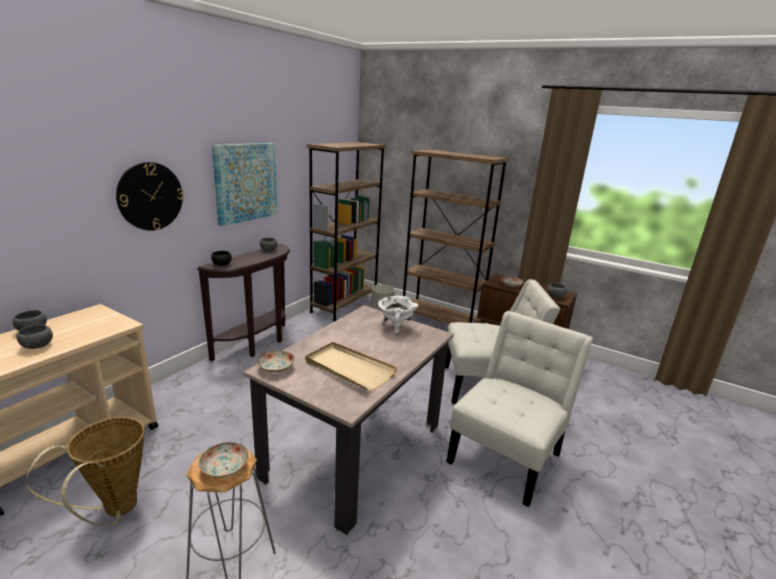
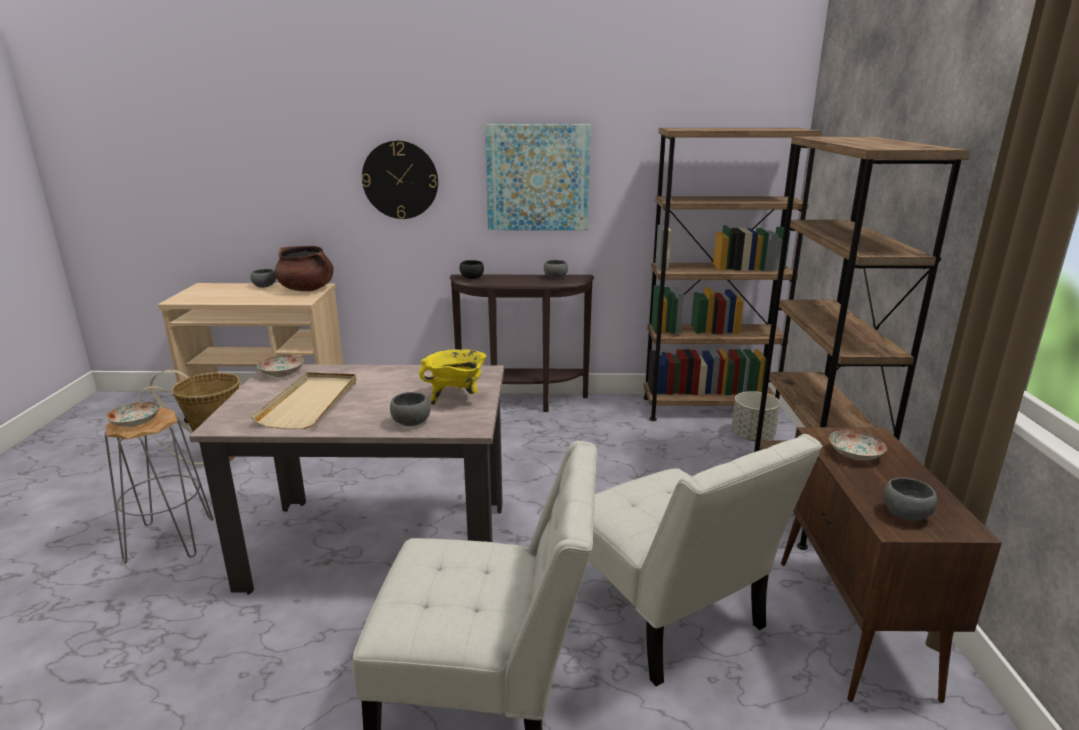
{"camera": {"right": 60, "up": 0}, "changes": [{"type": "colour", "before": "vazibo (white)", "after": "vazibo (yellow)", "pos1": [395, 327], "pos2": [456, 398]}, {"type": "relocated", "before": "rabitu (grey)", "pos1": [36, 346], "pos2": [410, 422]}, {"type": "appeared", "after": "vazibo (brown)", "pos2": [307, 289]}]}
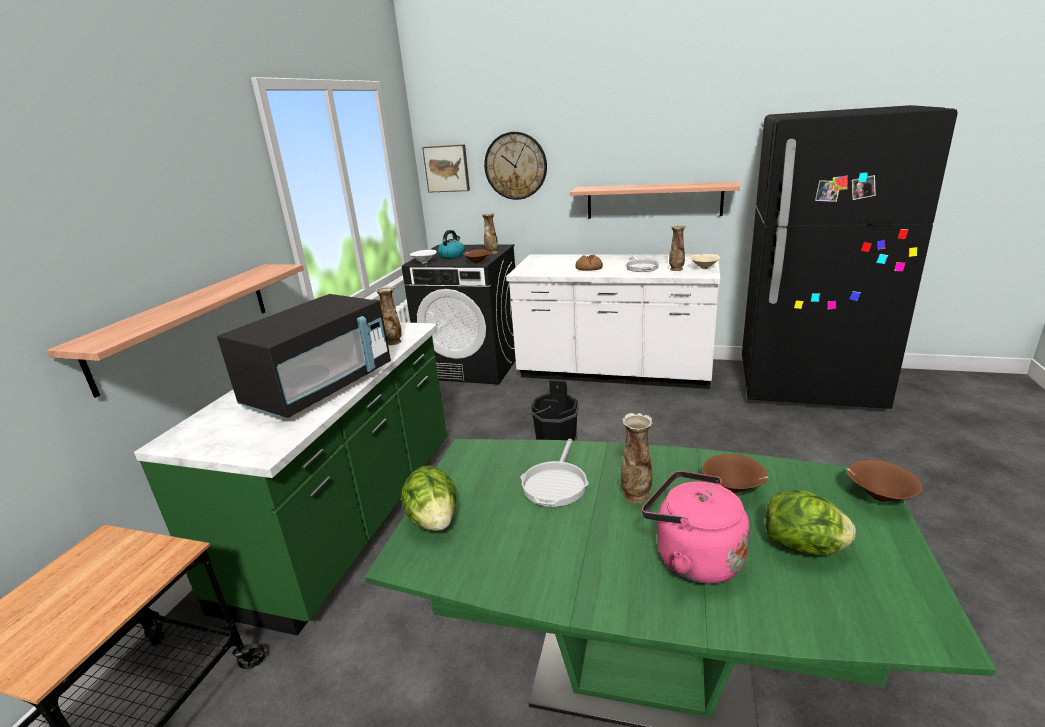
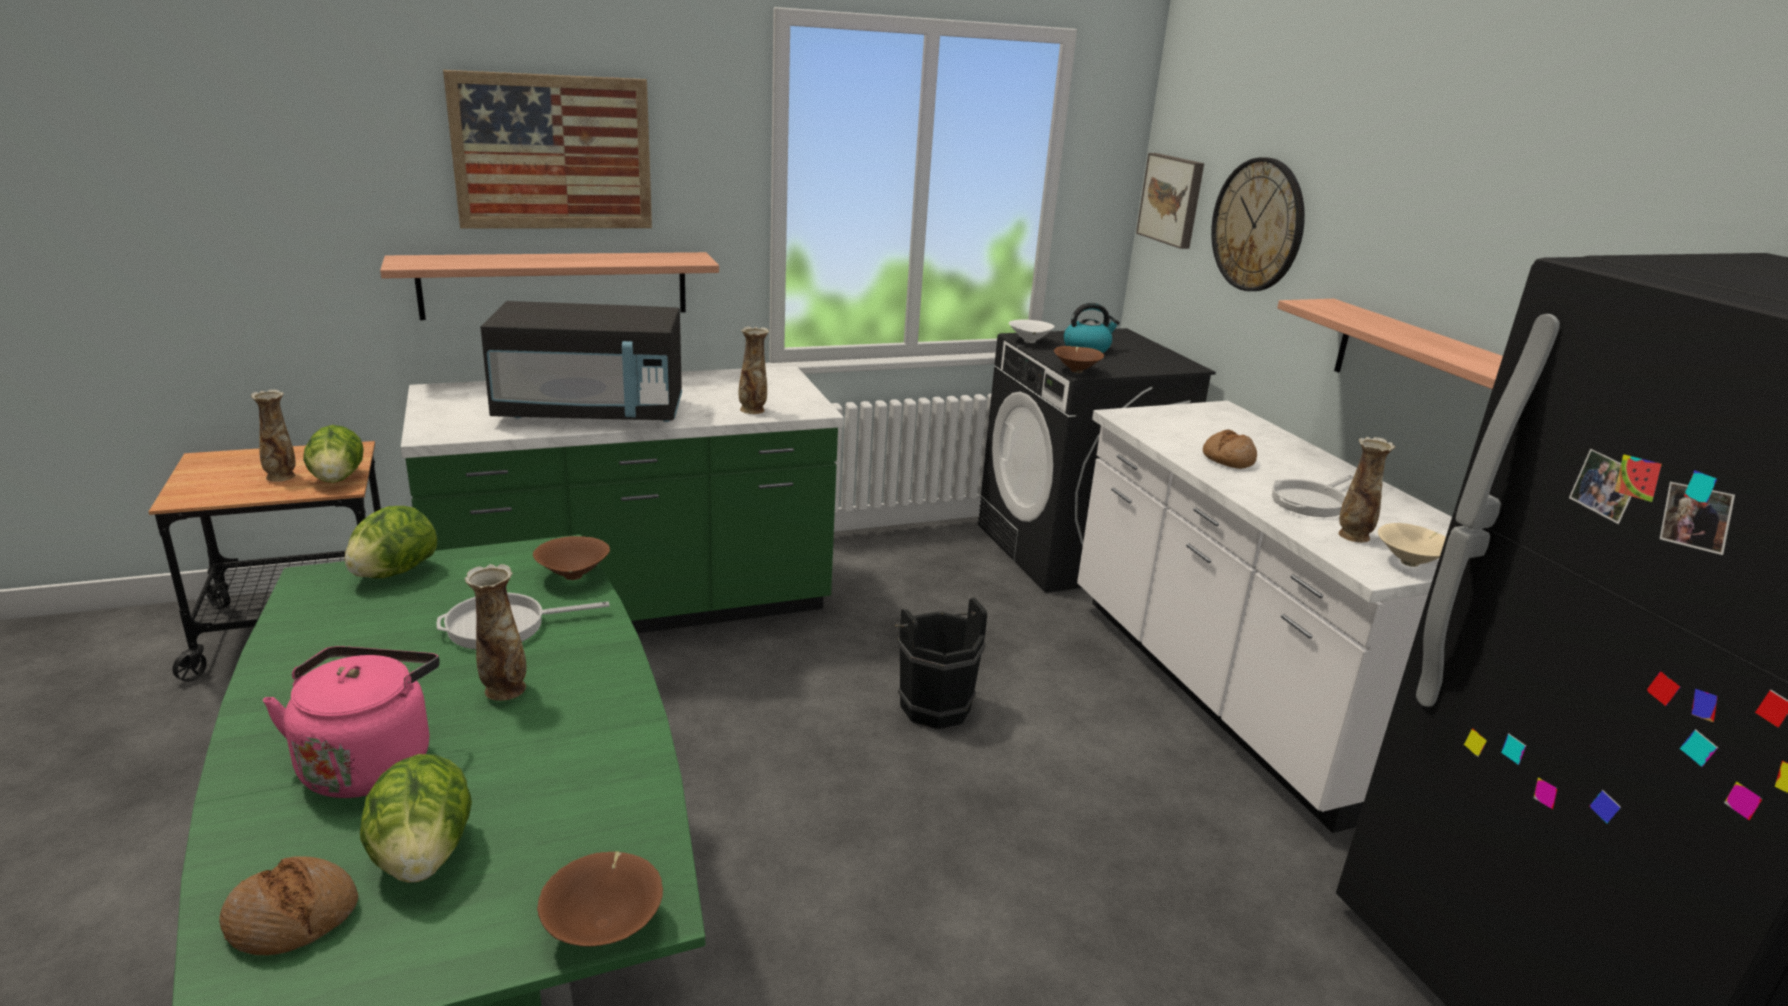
{"camera": {"right": 50, "up": 0}, "changes": [{"type": "relocated", "before": "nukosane", "pos1": [491, 252], "pos2": [281, 476]}, {"type": "relocated", "before": "rabitu (brown)", "pos1": [733, 489], "pos2": [573, 577]}, {"type": "appeared", "after": "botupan", "pos2": [553, 153]}, {"type": "appeared", "after": "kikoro", "pos2": [338, 479]}, {"type": "appeared", "after": "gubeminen", "pos2": [292, 918]}]}
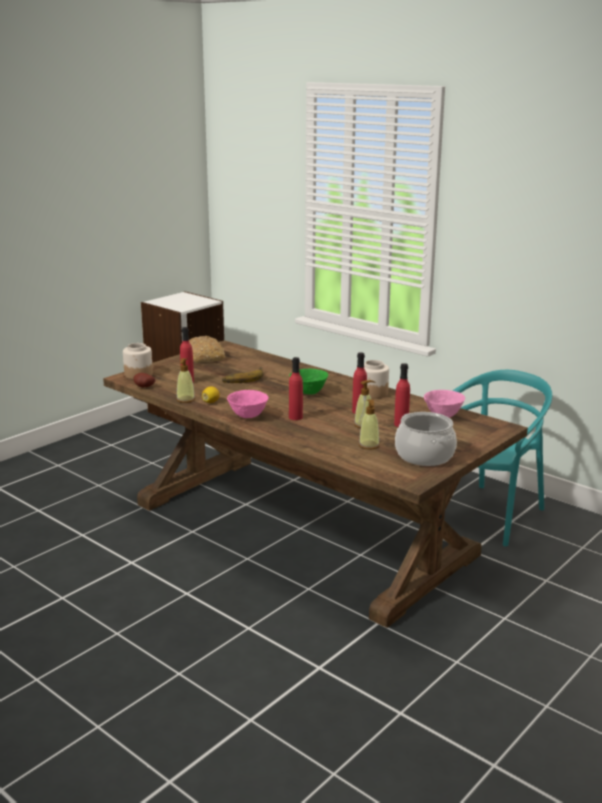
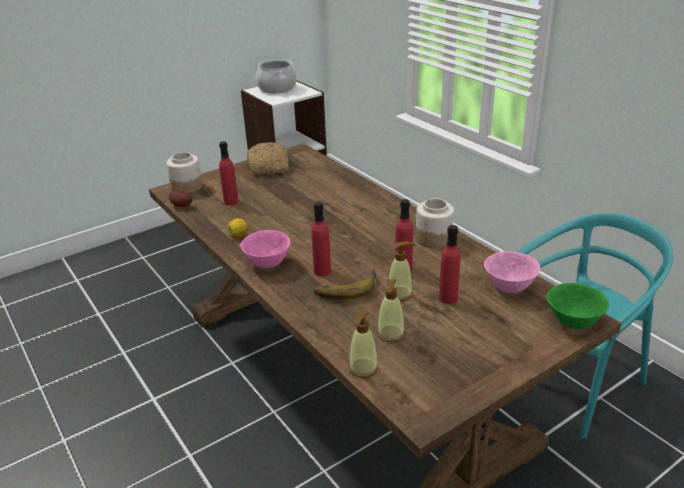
{"camera": {"right": 15, "up": 10}, "changes": [{"type": "relocated", "before": "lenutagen", "pos1": [185, 399], "pos2": [363, 368]}, {"type": "relocated", "before": "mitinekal", "pos1": [243, 378], "pos2": [345, 287]}, {"type": "relocated", "before": "rabitu (green)", "pos1": [308, 392], "pos2": [572, 322]}, {"type": "relocated", "before": "vazibo", "pos1": [424, 456], "pos2": [276, 88]}]}
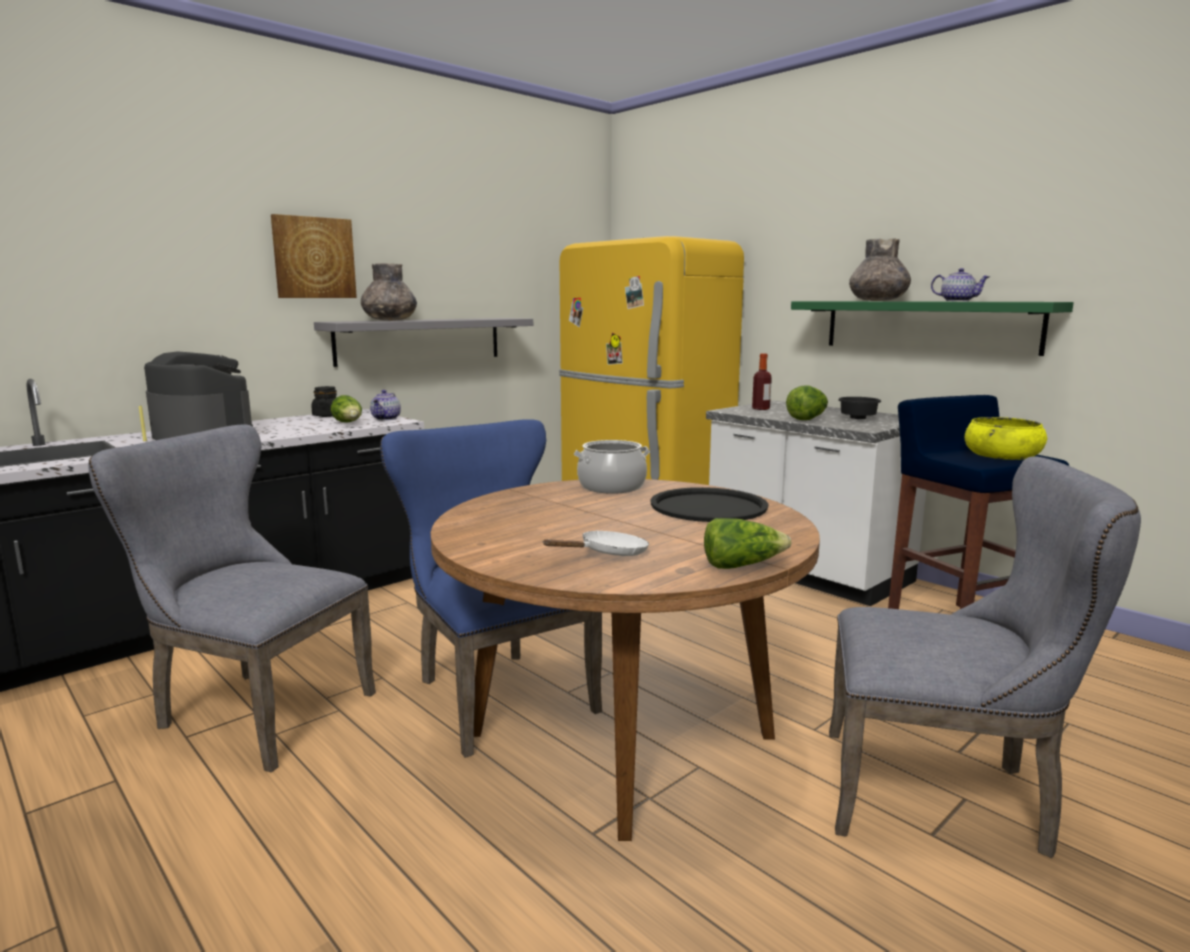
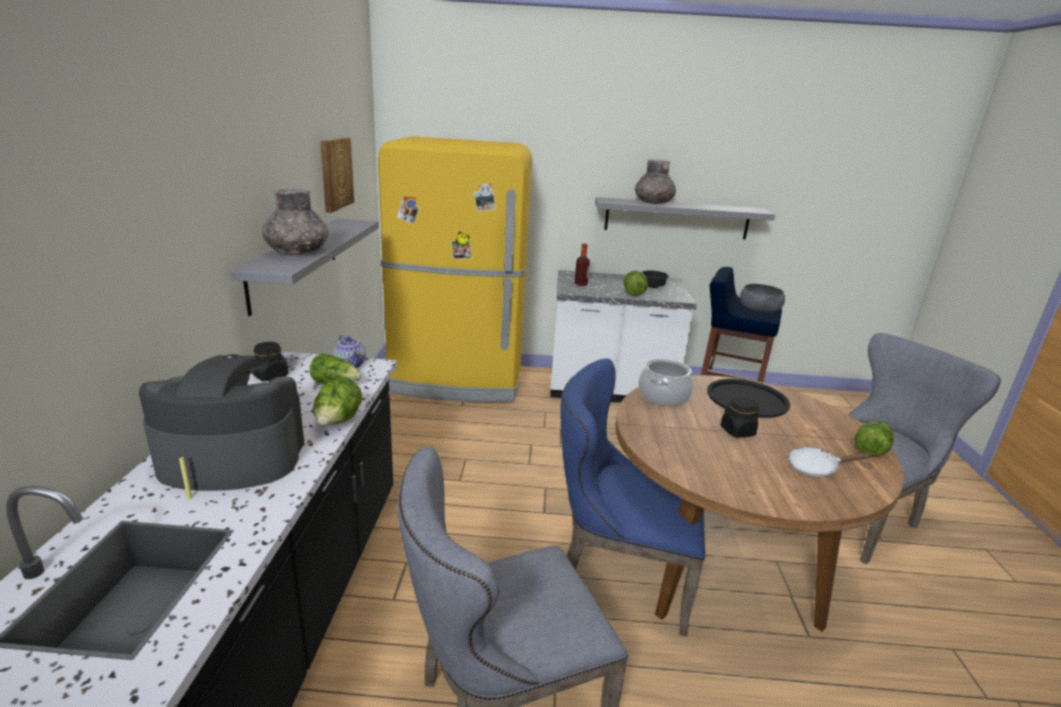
{"camera": {"right": -45, "up": 10}, "changes": [{"type": "relocated", "before": "botupan", "pos1": [313, 258], "pos2": [335, 173]}, {"type": "missing", "before": "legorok", "pos1": [958, 301]}, {"type": "colour", "before": "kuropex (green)", "after": "kuropex (grey)", "pos1": [928, 326], "pos2": [676, 218]}, {"type": "colour", "before": "rabitu (yellow)", "after": "rabitu (grey)", "pos1": [1002, 456], "pos2": [759, 308]}, {"type": "spun", "before": "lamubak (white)", "pos1": [608, 554], "pos2": [816, 468], "turn": -105}, {"type": "appeared", "after": "kikoro", "pos2": [338, 422]}, {"type": "appeared", "after": "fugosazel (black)", "pos2": [737, 431]}]}
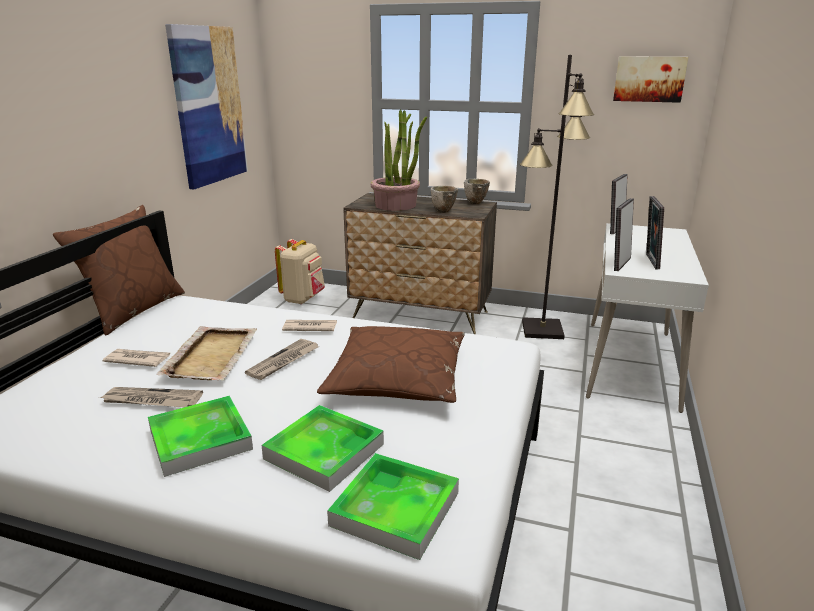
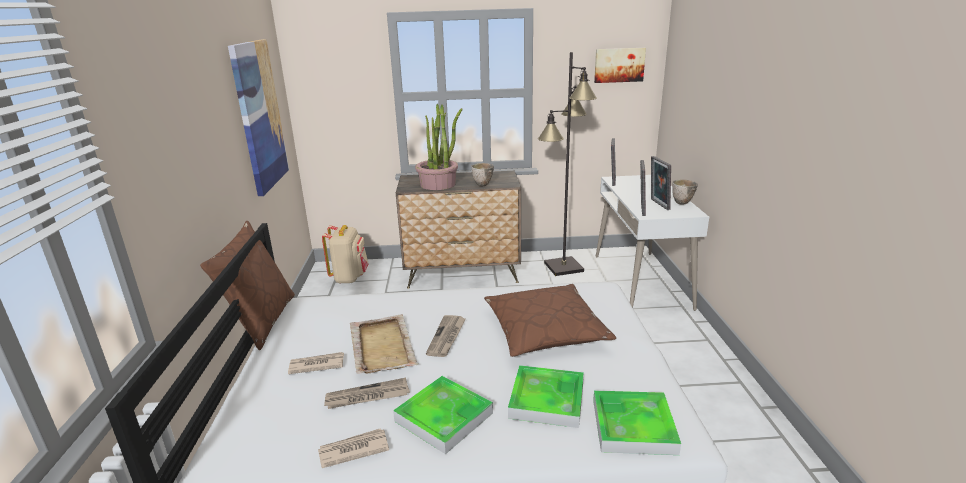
{"camera": {"right": -20, "up": 0}, "changes": [{"type": "relocated", "before": "rabitu", "pos1": [475, 203], "pos2": [682, 203]}, {"type": "relocated", "before": "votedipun", "pos1": [309, 327], "pos2": [353, 450]}]}
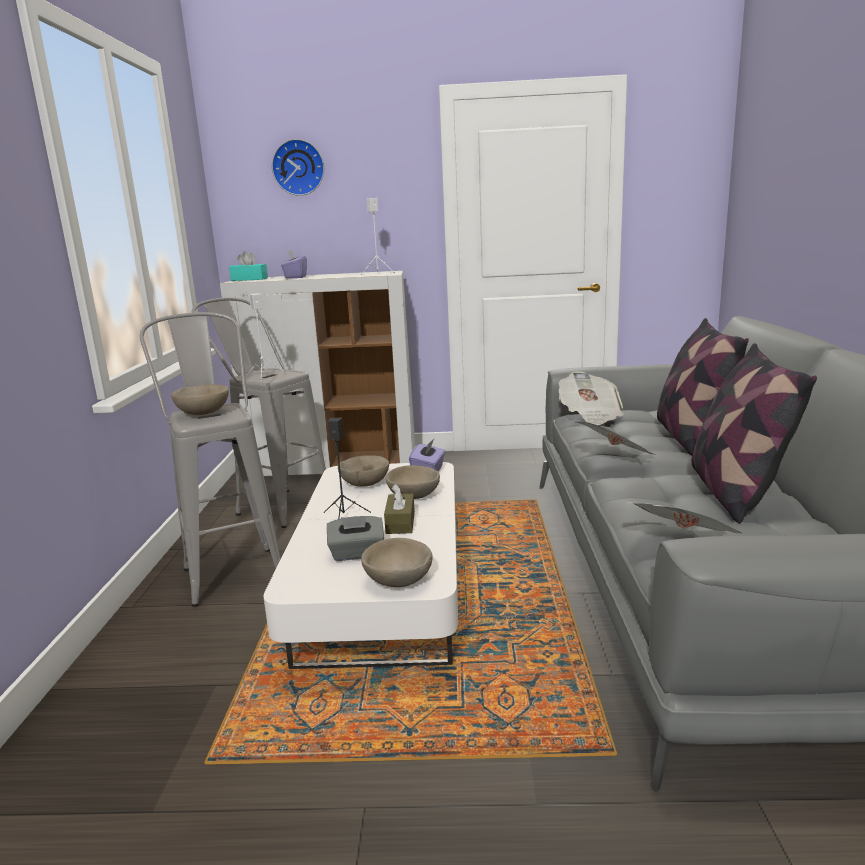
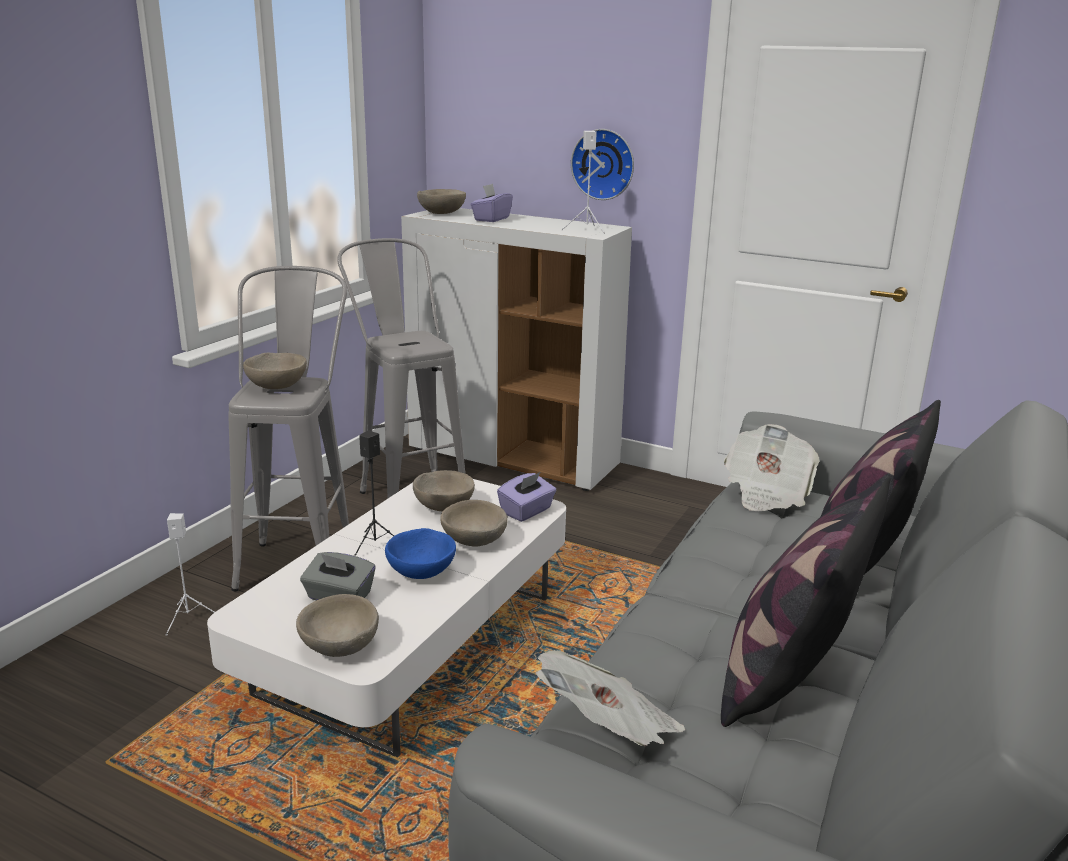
{"camera": {"right": 25, "up": 5}, "changes": [{"type": "relocated", "before": "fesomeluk", "pos1": [299, 167], "pos2": [604, 164]}, {"type": "exchanged", "before": "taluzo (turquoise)", "after": "rabitu (beige)", "pos1": [249, 279], "pos2": [442, 213]}, {"type": "relocated", "before": "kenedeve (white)", "pos1": [264, 376], "pos2": [188, 618]}, {"type": "missing", "before": "votedipun", "pos1": [617, 459]}, {"type": "exchanged", "before": "taluzo (brown)", "after": "rabitu (blue)", "pos1": [400, 523], "pos2": [421, 572]}]}
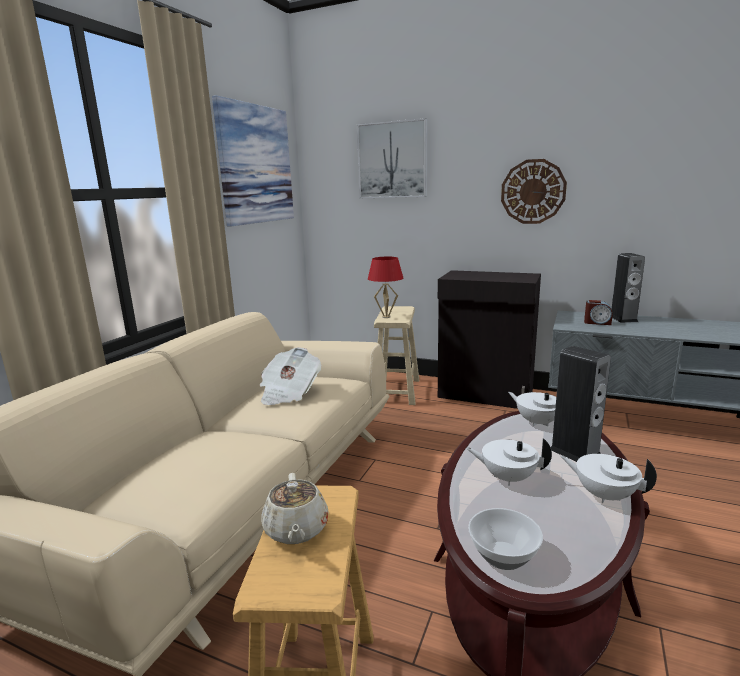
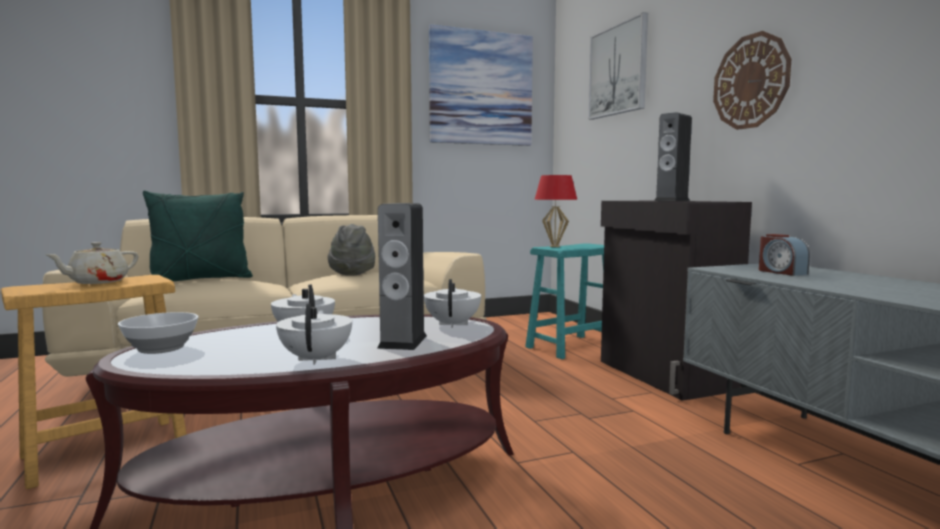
{"camera": {"right": 45, "up": -10}, "changes": [{"type": "relocated", "before": "kenedeve", "pos1": [623, 319], "pos2": [672, 200]}, {"type": "colour", "before": "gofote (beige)", "after": "gofote (turquoise)", "pos1": [397, 391], "pos2": [571, 346]}, {"type": "exchanged", "before": "votedipun", "after": "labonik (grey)", "pos1": [289, 392], "pos2": [352, 273]}, {"type": "appeared", "after": "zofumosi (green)", "pos2": [201, 280]}]}
